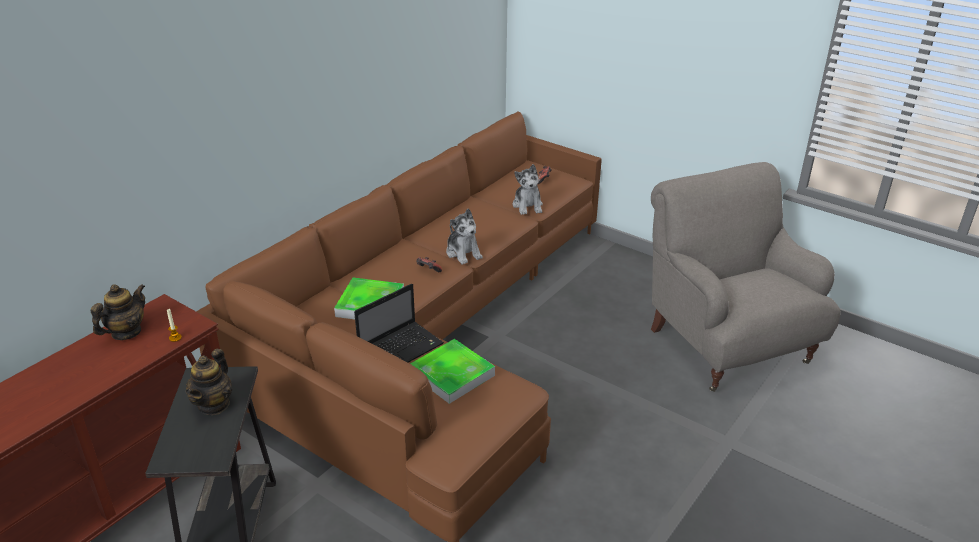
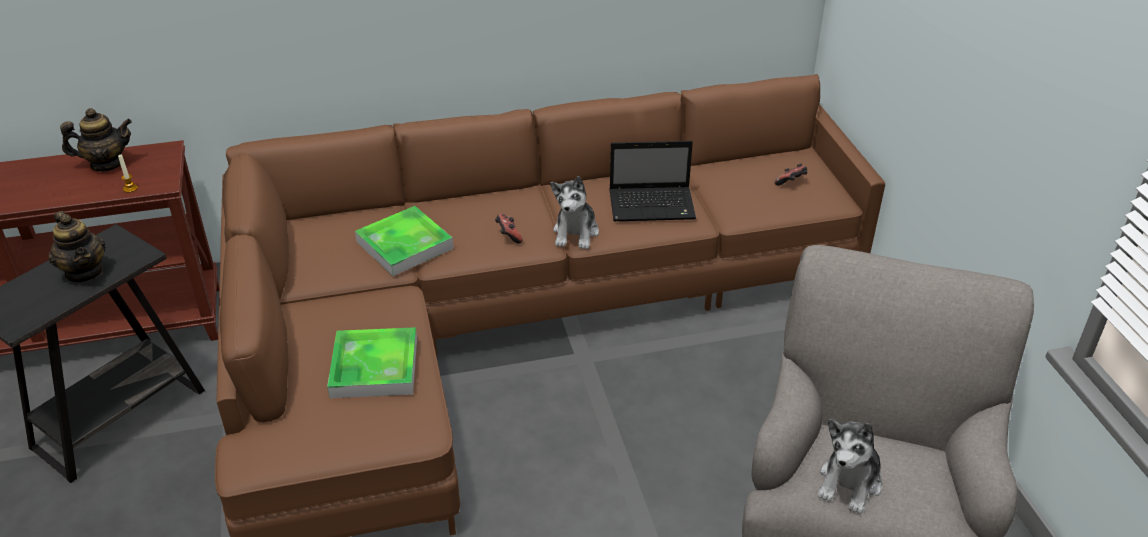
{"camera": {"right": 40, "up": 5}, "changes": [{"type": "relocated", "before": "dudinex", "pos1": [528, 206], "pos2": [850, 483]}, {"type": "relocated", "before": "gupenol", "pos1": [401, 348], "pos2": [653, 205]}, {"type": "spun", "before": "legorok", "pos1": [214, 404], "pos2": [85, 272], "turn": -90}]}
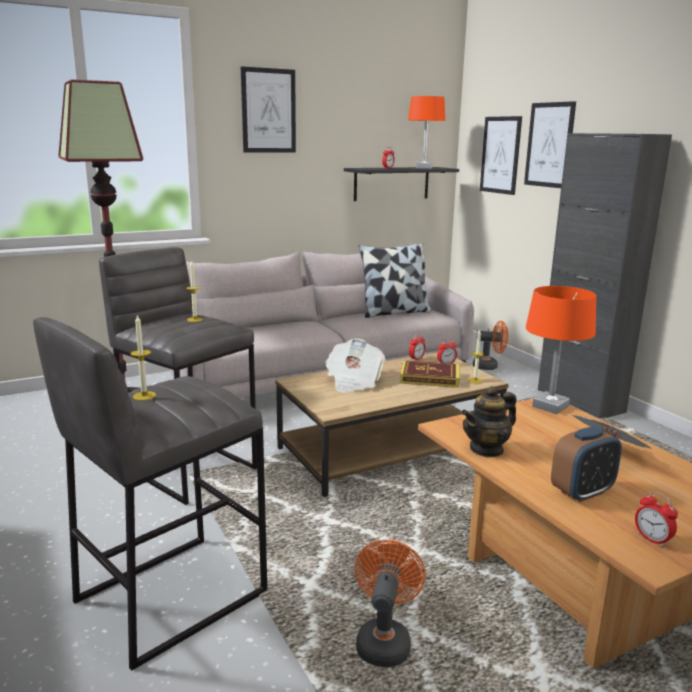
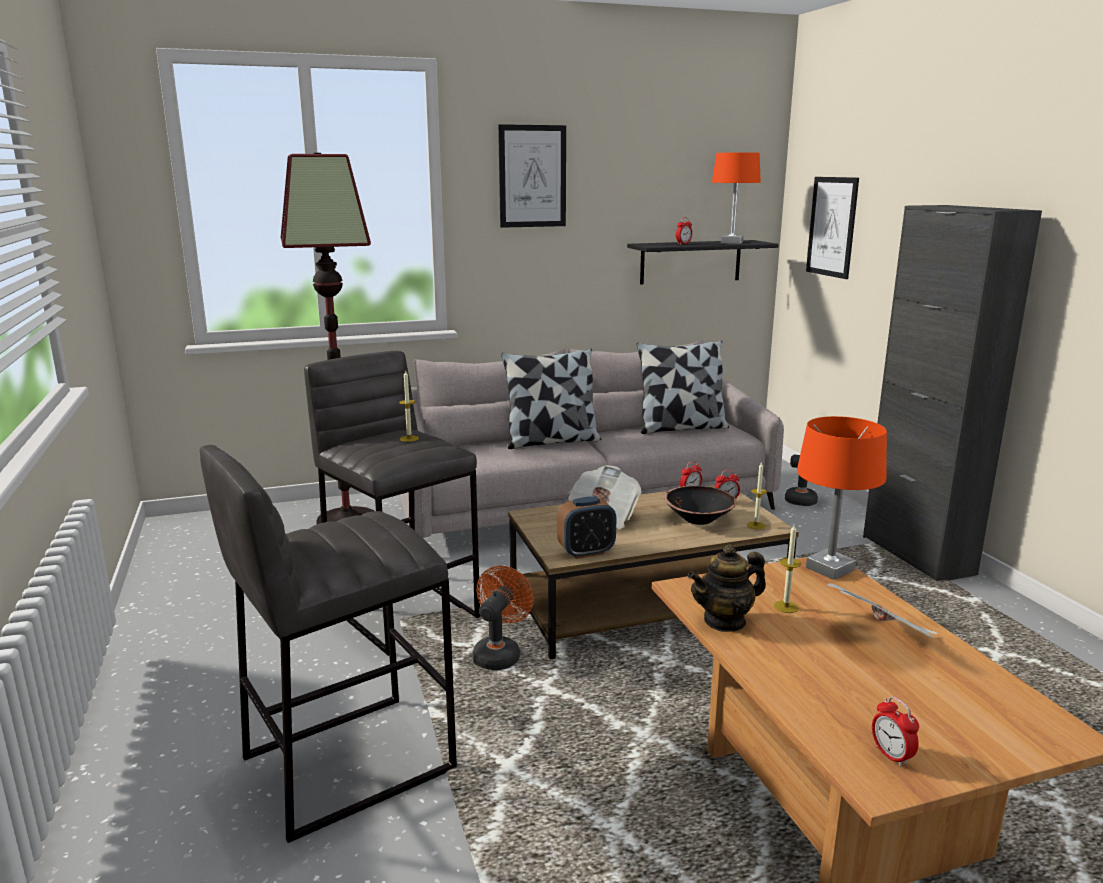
{"camera": {"right": 10, "up": 0}, "changes": [{"type": "missing", "before": "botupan", "pos1": [549, 145]}, {"type": "relocated", "before": "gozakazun", "pos1": [144, 396], "pos2": [786, 607]}, {"type": "exchanged", "before": "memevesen", "after": "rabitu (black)", "pos1": [430, 378], "pos2": [698, 519]}, {"type": "relocated", "before": "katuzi", "pos1": [582, 492], "pos2": [586, 552]}, {"type": "relocated", "before": "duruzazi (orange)", "pos1": [384, 640], "pos2": [499, 653]}, {"type": "appeared", "after": "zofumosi", "pos2": [551, 441]}]}
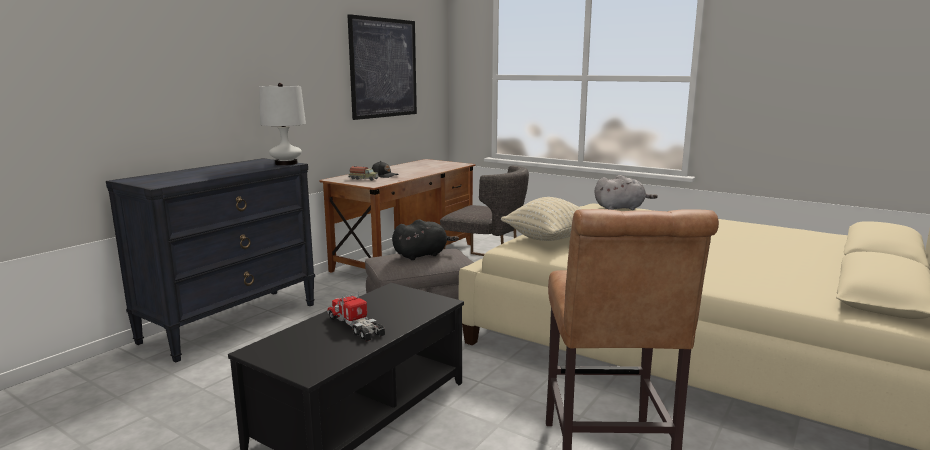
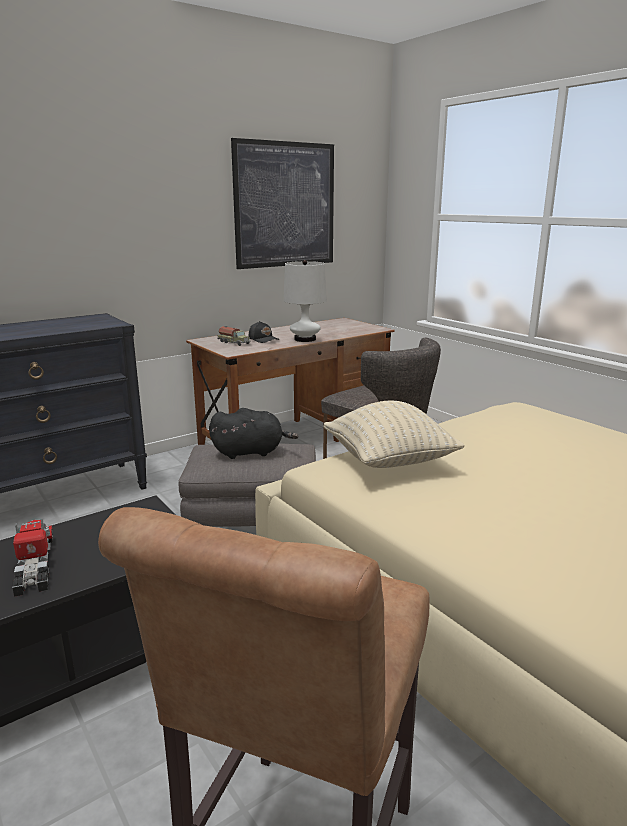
{"camera": {"right": 20, "up": 5}, "changes": [{"type": "relocated", "before": "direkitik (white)", "pos1": [286, 163], "pos2": [305, 339]}, {"type": "missing", "before": "dudinex (grey)", "pos1": [621, 208]}]}
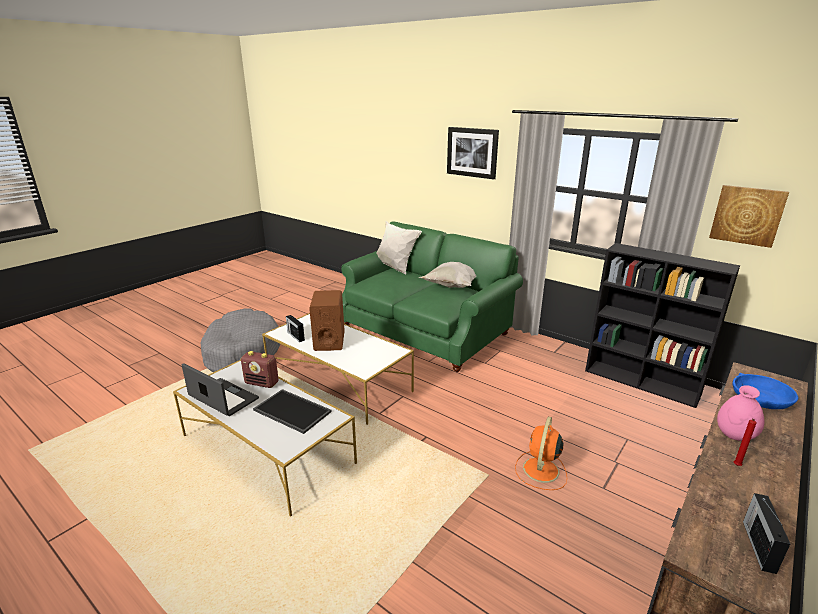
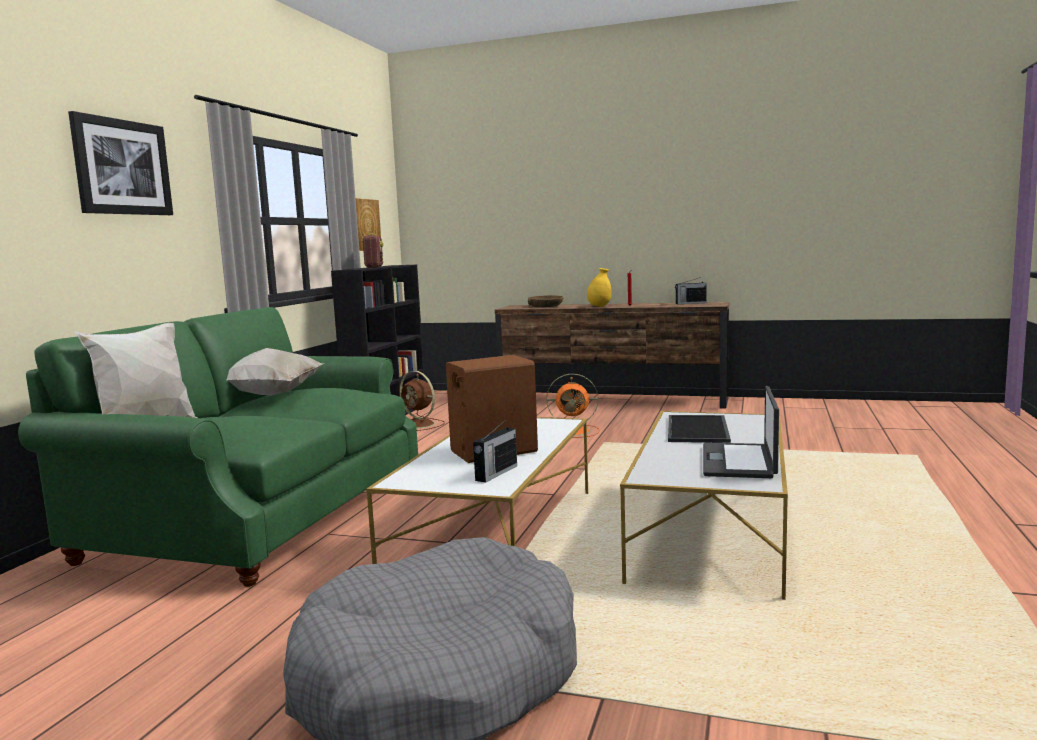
{"camera": {"right": -110, "up": -15}, "changes": [{"type": "relocated", "before": "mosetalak", "pos1": [262, 383], "pos2": [374, 267]}, {"type": "colour", "before": "rabitu (blue)", "after": "rabitu (brown)", "pos1": [760, 399], "pos2": [545, 306]}, {"type": "colour", "before": "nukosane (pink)", "after": "nukosane (yellow)", "pos1": [734, 436], "pos2": [599, 306]}, {"type": "appeared", "after": "duruzazi (brown)", "pos2": [420, 425]}]}
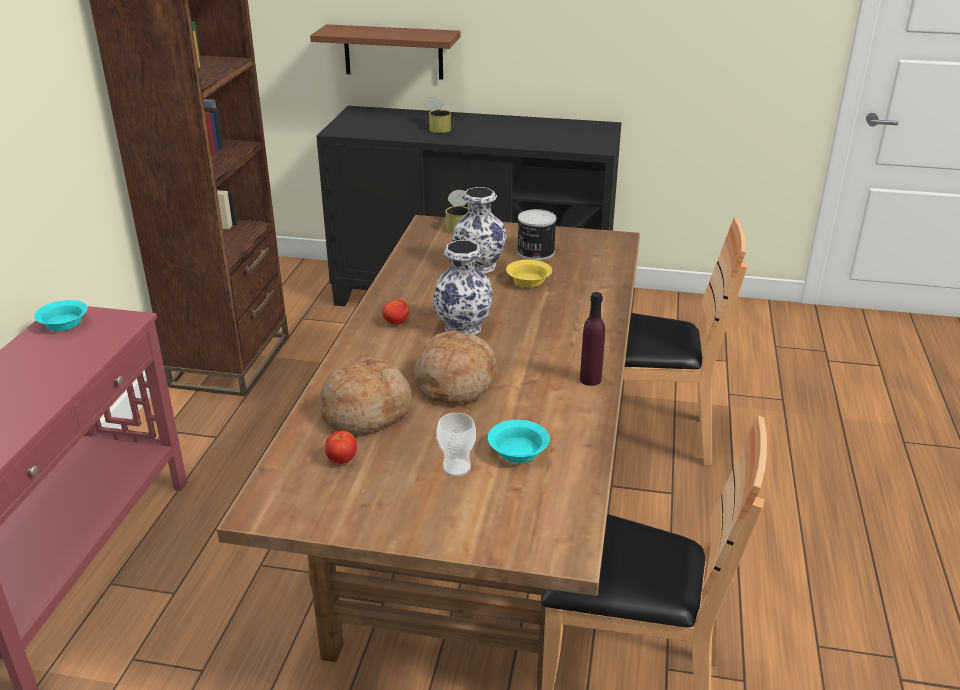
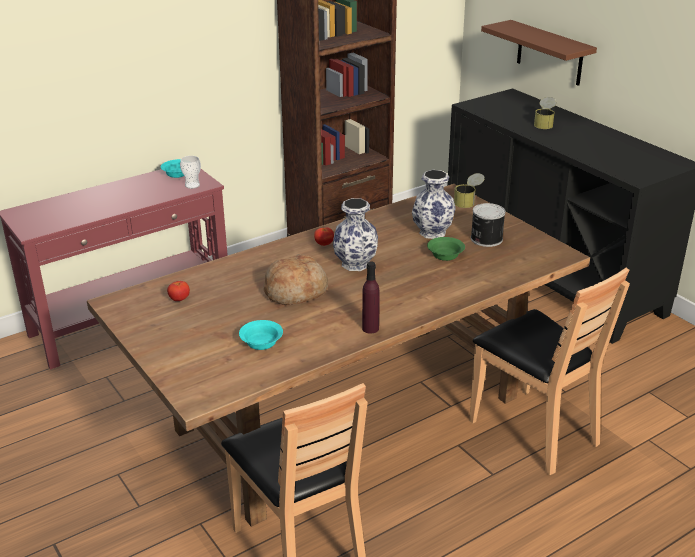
{"camera": {"right": 45, "up": 0}, "changes": [{"type": "colour", "before": "rabitu (yellow)", "after": "rabitu (green)", "pos1": [529, 281], "pos2": [446, 255]}, {"type": "missing", "before": "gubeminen", "pos1": [366, 411]}, {"type": "relocated", "before": "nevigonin", "pos1": [456, 467], "pos2": [192, 185]}]}
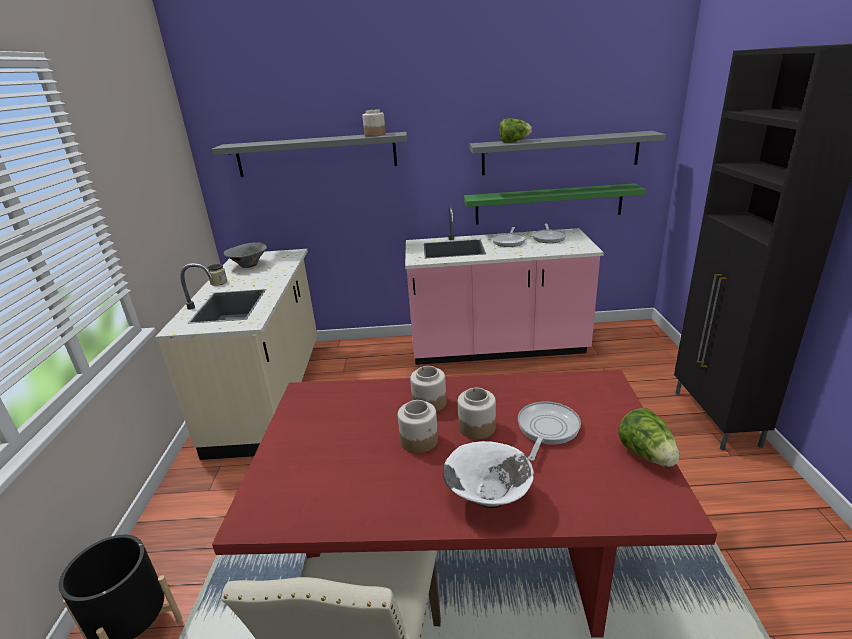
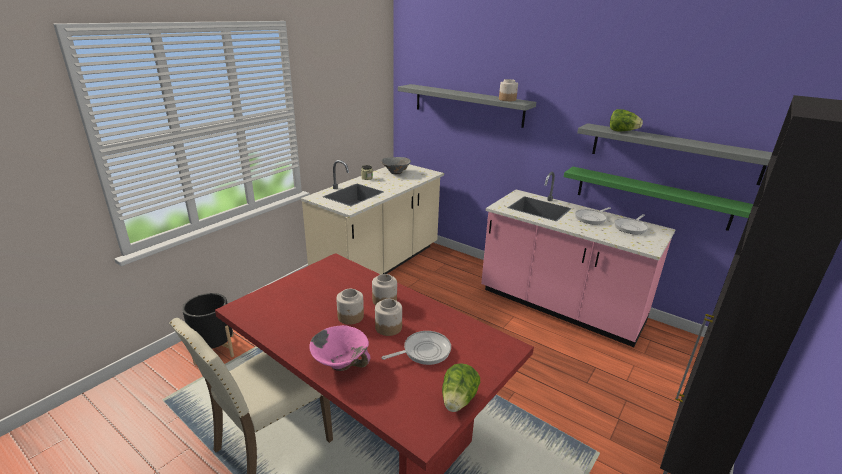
{"camera": {"right": 35, "up": 0}, "changes": [{"type": "colour", "before": "rabitu (white)", "after": "rabitu (pink)", "pos1": [488, 497], "pos2": [340, 363]}]}
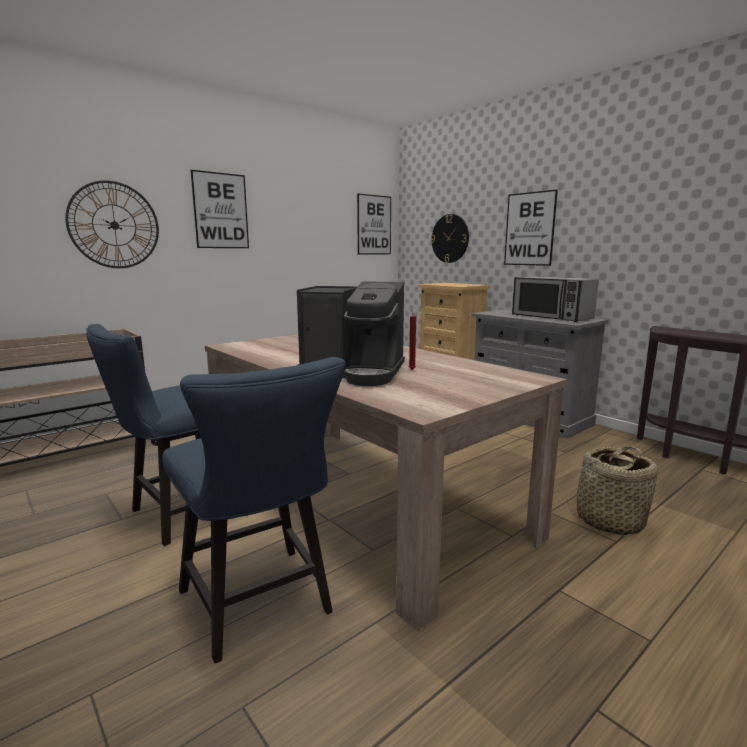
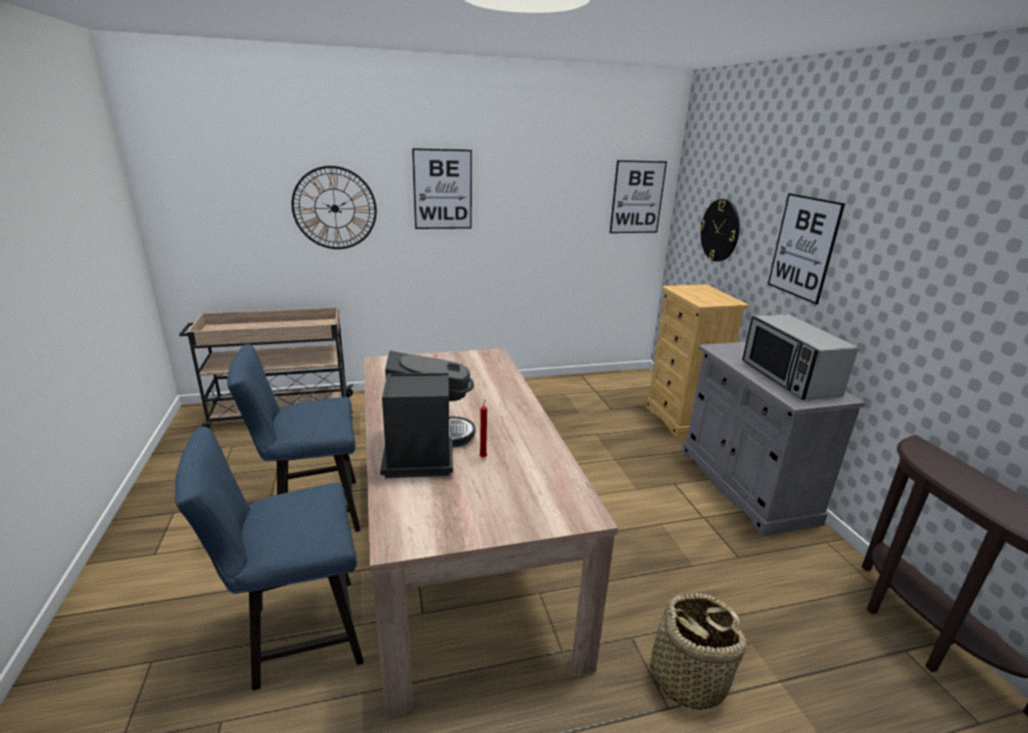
{"camera": {"right": 25, "up": 10}, "changes": [{"type": "spun", "before": "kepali", "pos1": [354, 373], "pos2": [424, 449], "turn": -135}, {"type": "spun", "before": "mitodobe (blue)", "pos1": [260, 607], "pos2": [295, 635], "turn": 75}]}
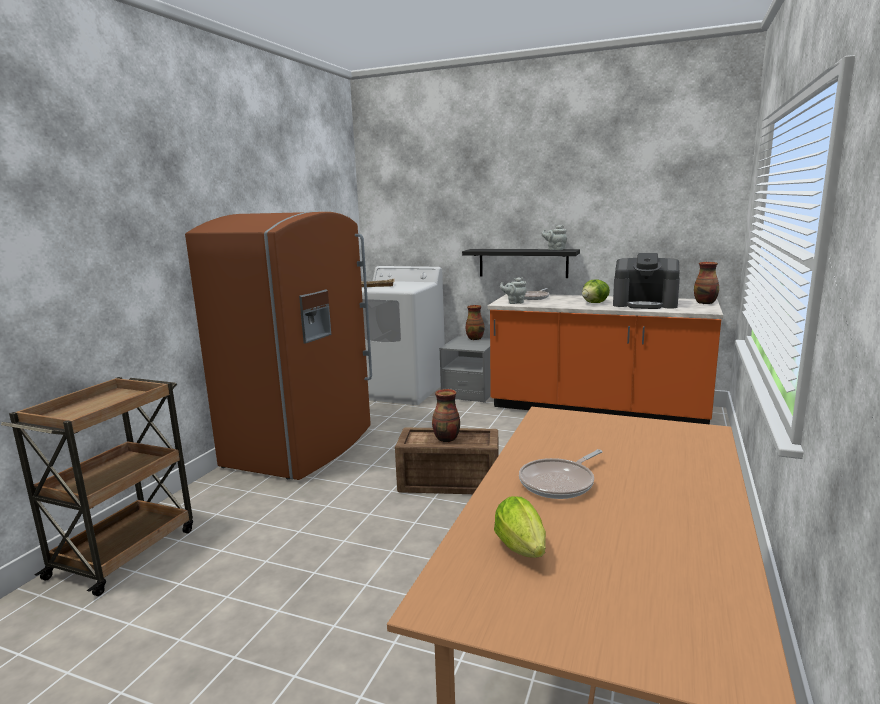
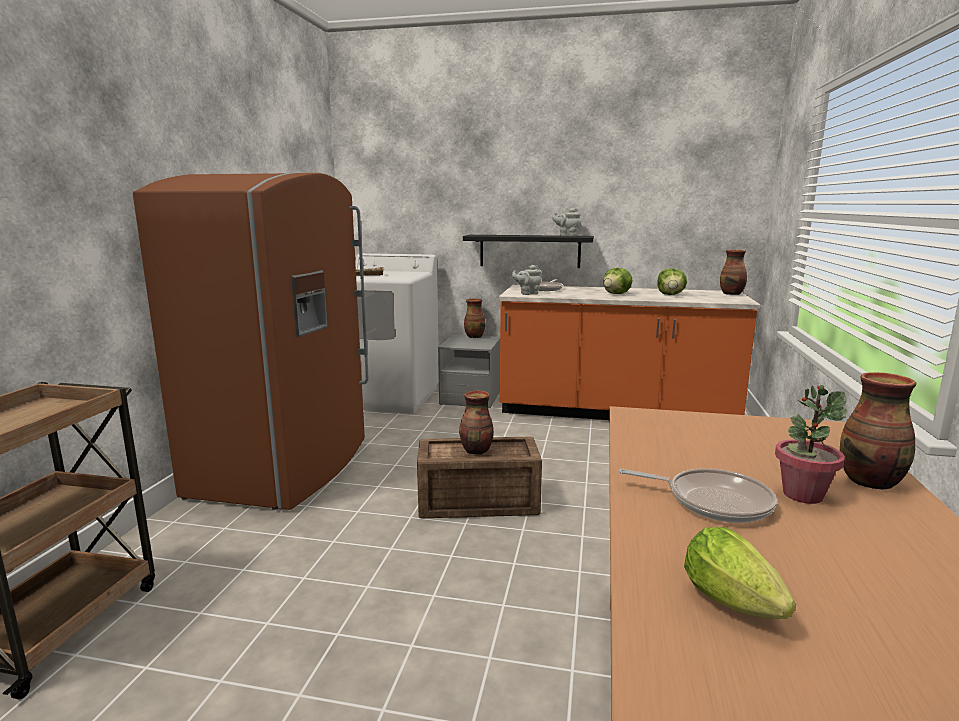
{"camera": {"right": -10, "up": 0}, "changes": [{"type": "exchanged", "before": "kepali", "after": "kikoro", "pos1": [645, 304], "pos2": [671, 295]}, {"type": "spun", "before": "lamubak", "pos1": [559, 483], "pos2": [712, 501], "turn": -105}, {"type": "appeared", "after": "nukosane", "pos2": [871, 482]}, {"type": "appeared", "after": "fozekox", "pos2": [802, 494]}]}
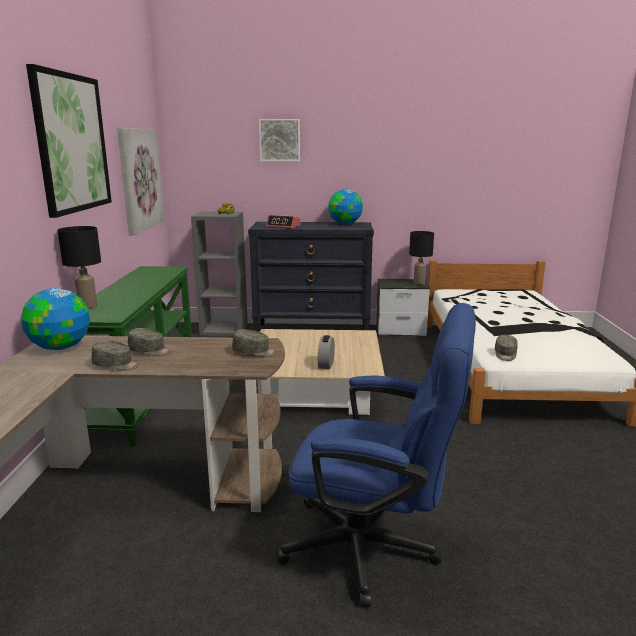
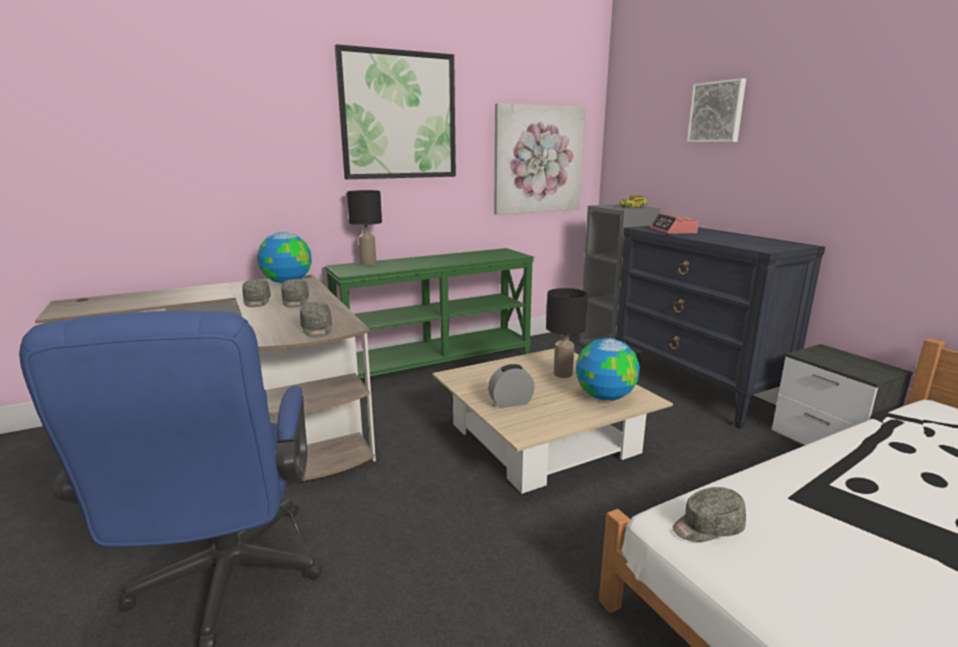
{"camera": {"right": 60, "up": 0}, "changes": [{"type": "relocated", "before": "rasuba", "pos1": [344, 224], "pos2": [604, 396]}, {"type": "relocated", "before": "direkitik (black)", "pos1": [419, 283], "pos2": [563, 374]}]}
